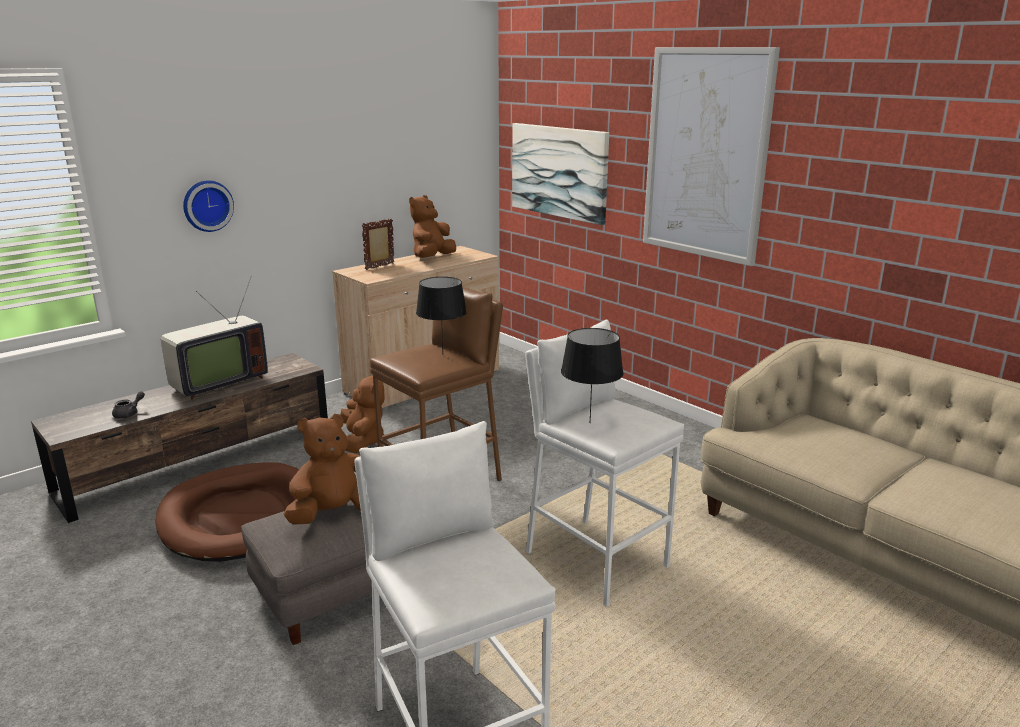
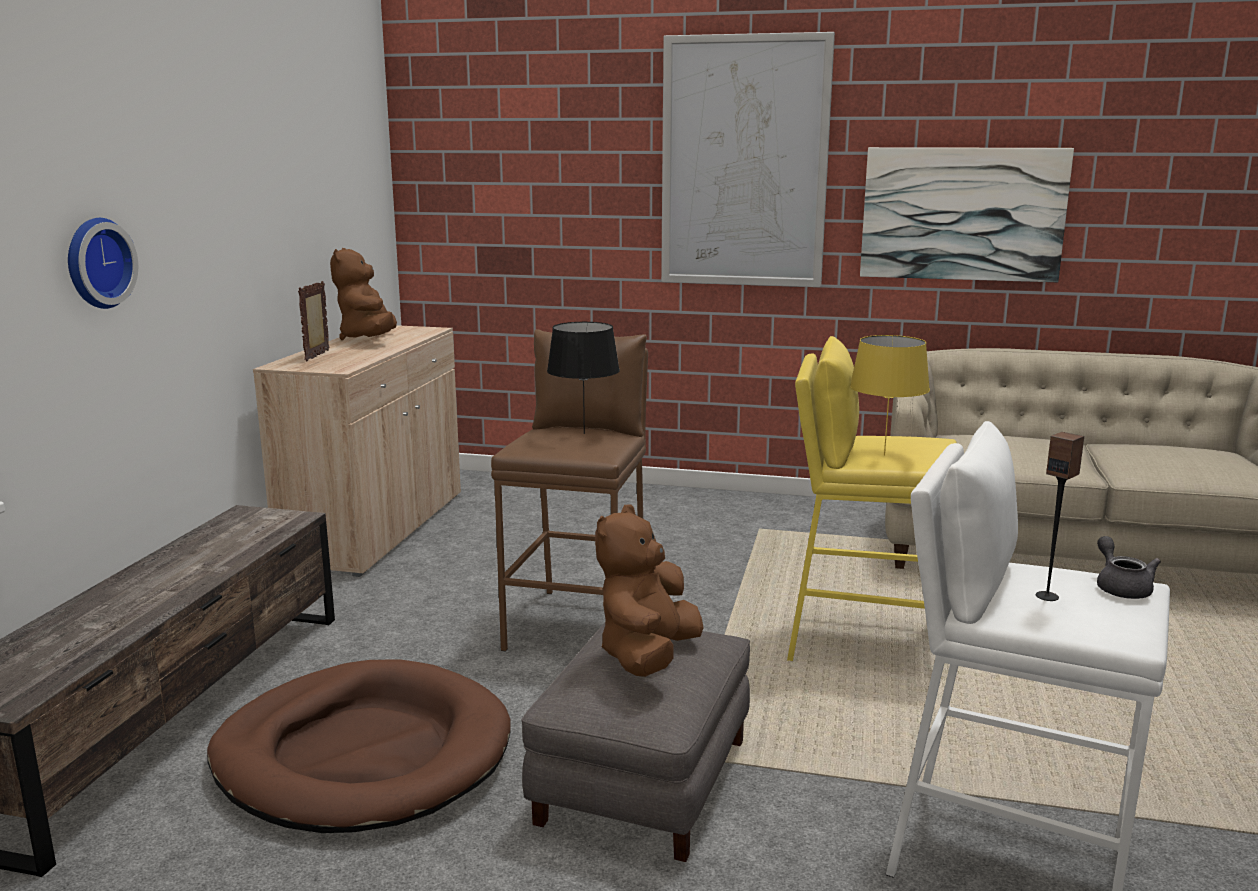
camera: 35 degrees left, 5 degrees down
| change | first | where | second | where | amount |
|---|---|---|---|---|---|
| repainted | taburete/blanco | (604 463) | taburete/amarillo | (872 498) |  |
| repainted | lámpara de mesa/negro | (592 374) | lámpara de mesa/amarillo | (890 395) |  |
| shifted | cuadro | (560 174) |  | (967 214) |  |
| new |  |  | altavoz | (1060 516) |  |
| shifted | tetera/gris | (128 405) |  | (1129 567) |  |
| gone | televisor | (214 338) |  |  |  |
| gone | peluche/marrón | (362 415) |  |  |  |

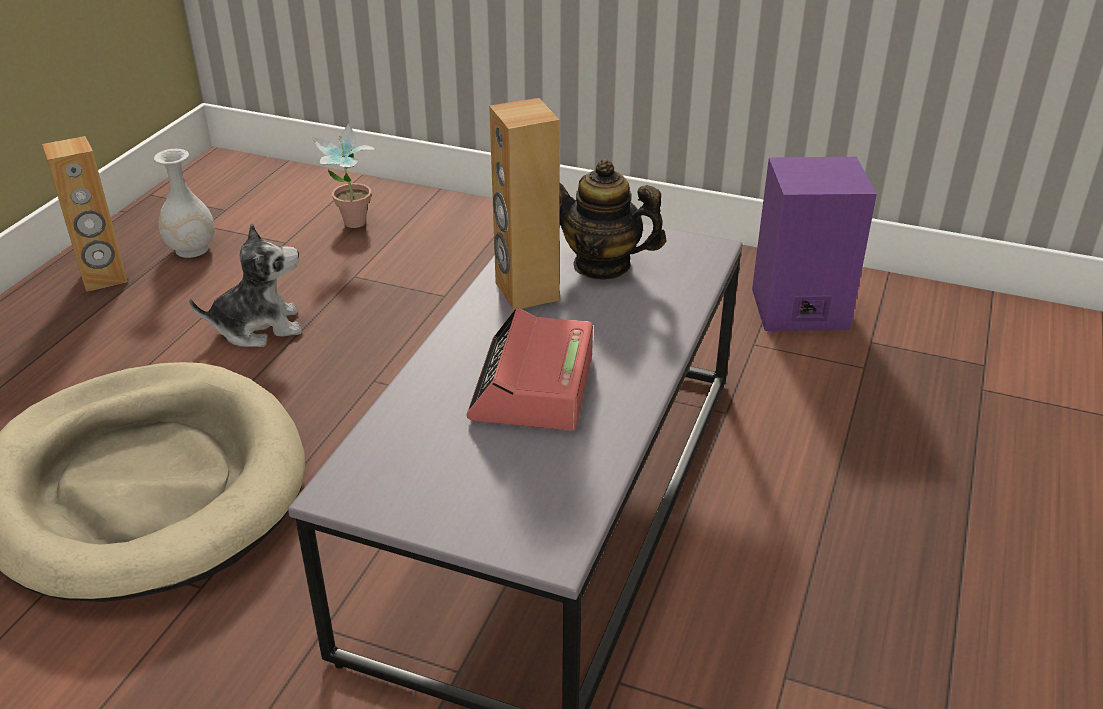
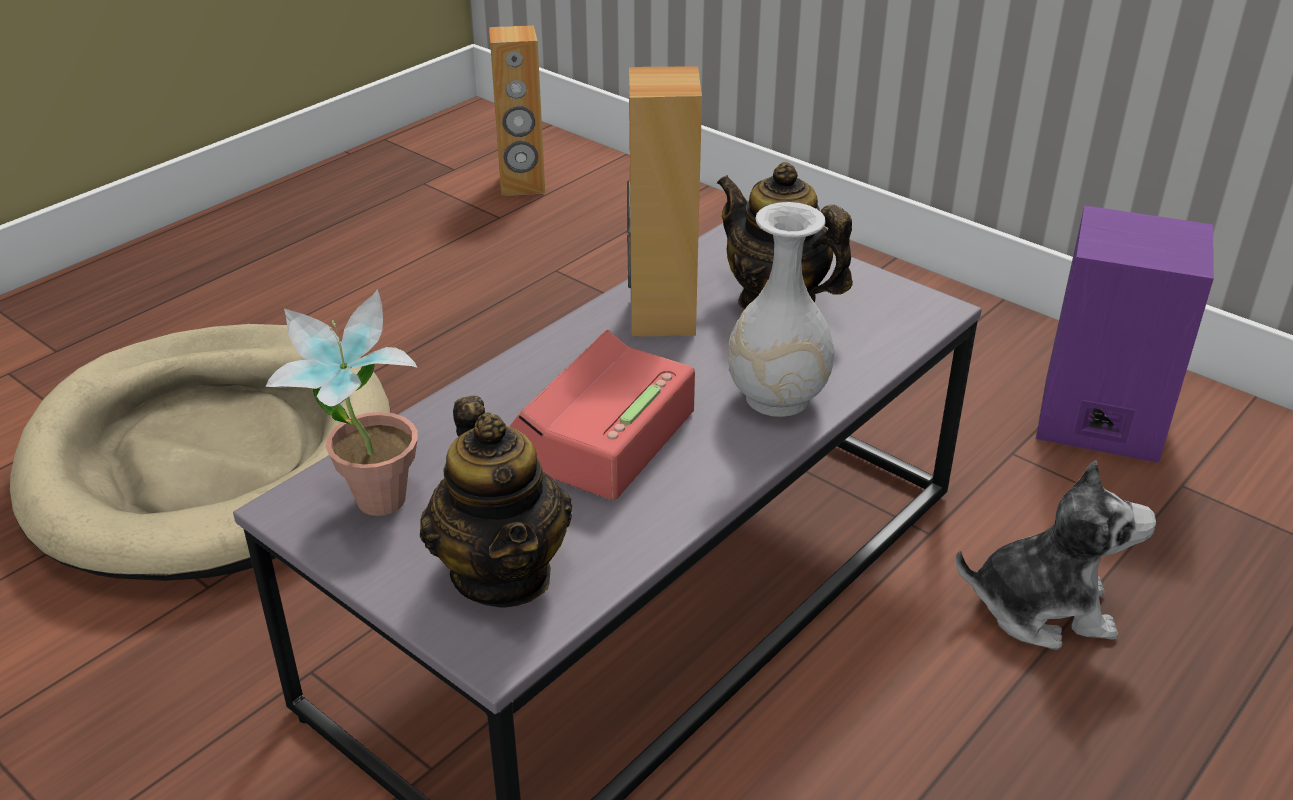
camera: 20 degrees right, 0 degrees up
| change | first | where | second | where | amount |
|---|---|---|---|---|---|
| shifted | planta en maceta | (344 176) |  | (341 402) |  |
| new |  |  | tetera | (496 502) |  |
| shifted | altavoz/marrón | (85 214) |  | (517 110) |  |
| shifted | florero/blanco | (184 203) |  | (780 309) |  |
| shifted | peluche | (245 285) |  | (1056 555) |  |

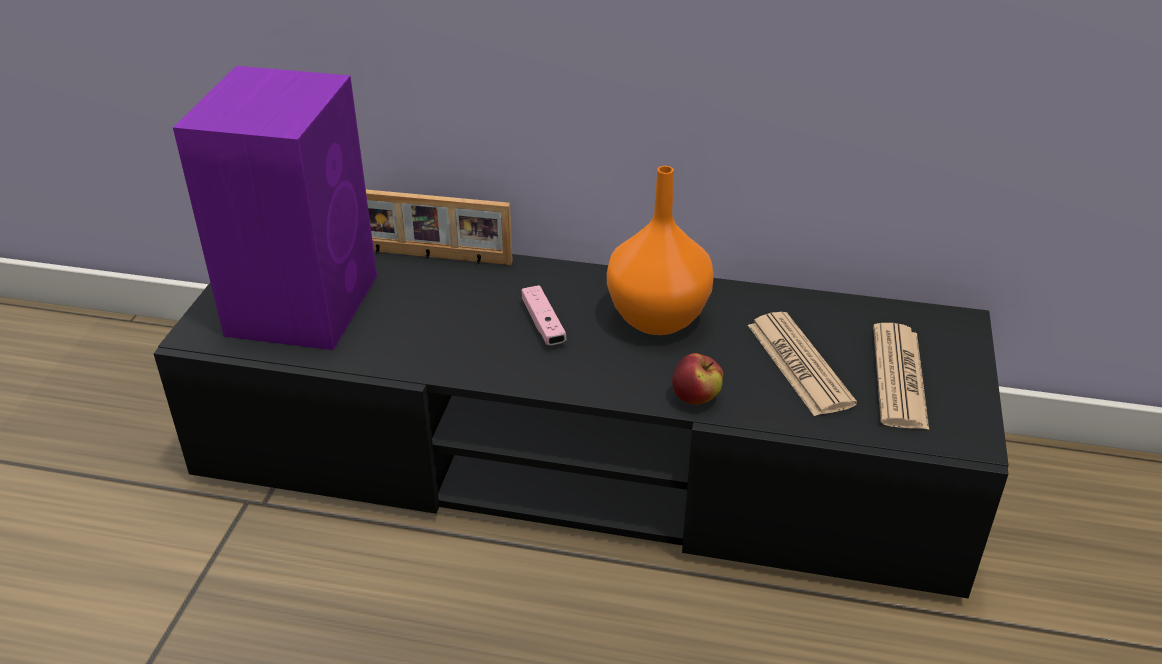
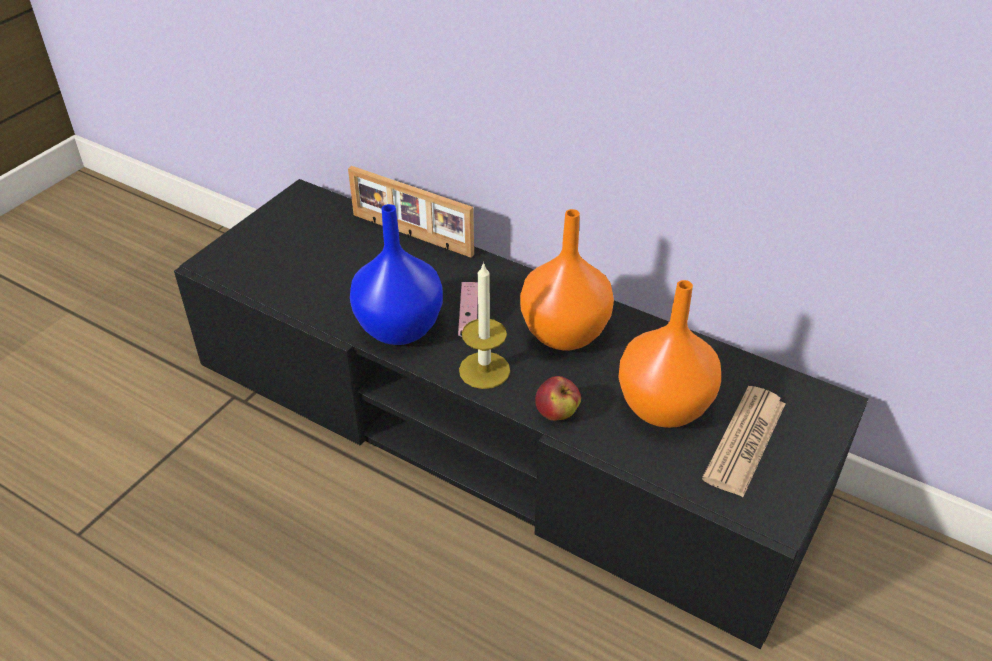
camera: 20 degrees right, 5 degrees up
| change | first | where | second | where | amount |
|---|---|---|---|---|---|
| new |  |  | florero/azul | (396 274) |  |
| new |  |  | vela | (484 325) |  |
| swapped | periódico | (802 364) | florero/naranja | (669 354) |  |
| gone | altavoz/morado | (275 208) |  |  |  |

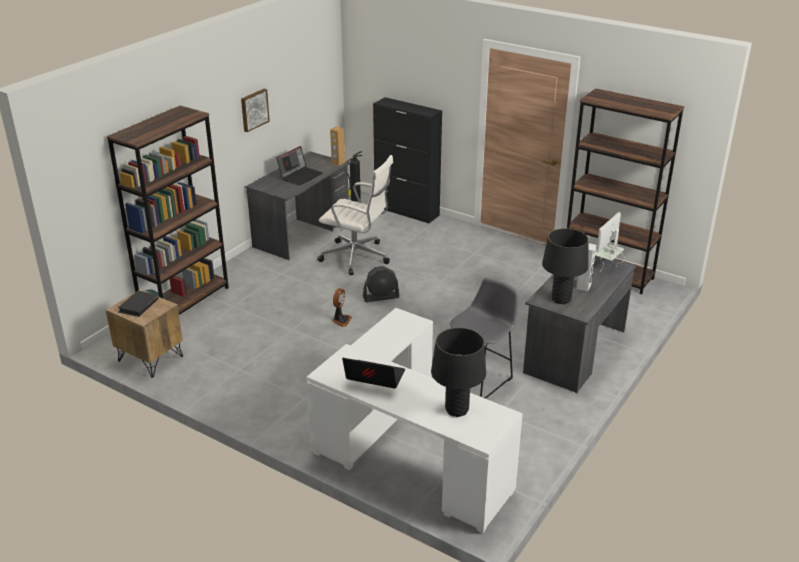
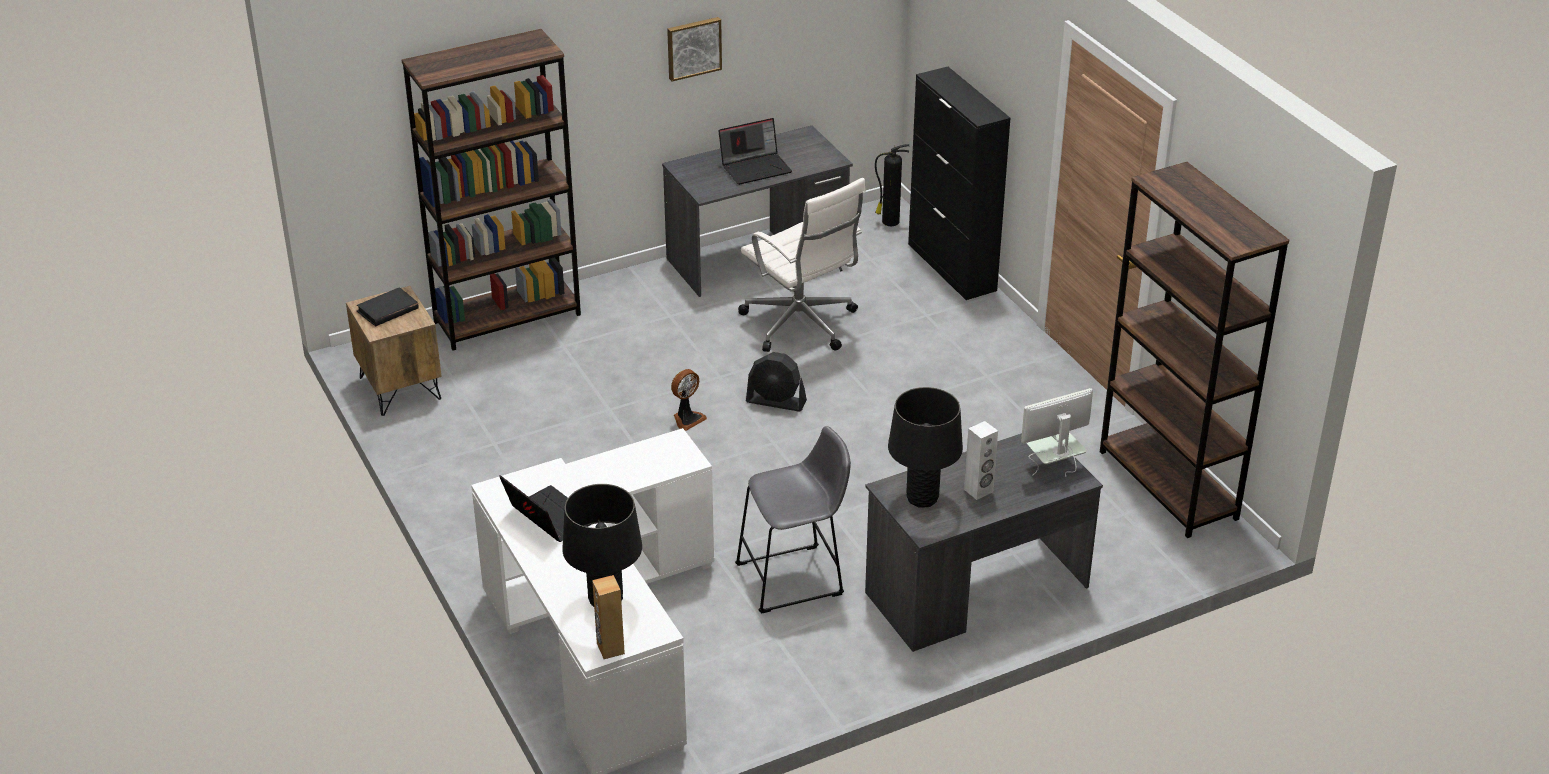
camera: 30 degrees right, 5 degrees up
| change | first | where | second | where | amount |
|---|---|---|---|---|---|
| shifted | altavoz/marrón | (337 146) |  | (608 617) |  |

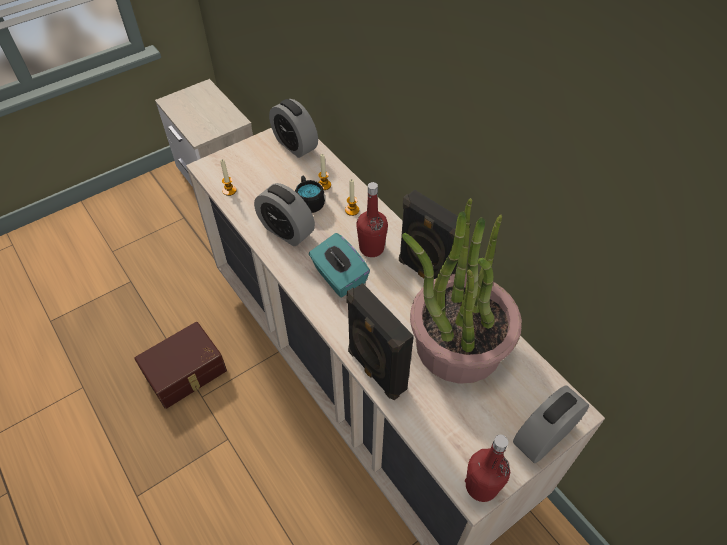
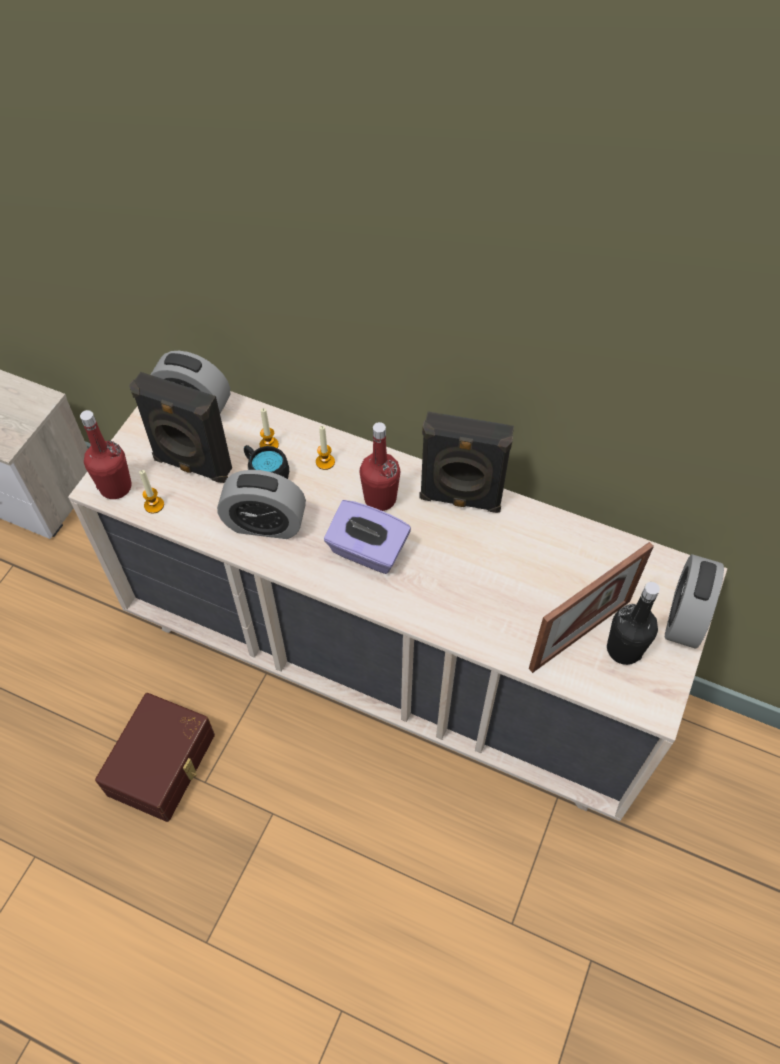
camera: 30 degrees left, 5 degrees up
| change | first | where | second | where | amount |
|---|---|---|---|---|---|
| shifted | botella/rojo | (487 468) |  | (106 454) |  |
| shifted | altavoz/negro | (380 341) |  | (180 427) |  |
| repainted | caja de pañuelos/turquesa | (339 265) | caja de pañuelos/morado | (367 537) |  |
| new |  |  | portarretratos | (591 607) |  |
| new |  |  | botella/negro | (633 623) |  |
| gone | planta en maceta | (462 291) |  |  |  |

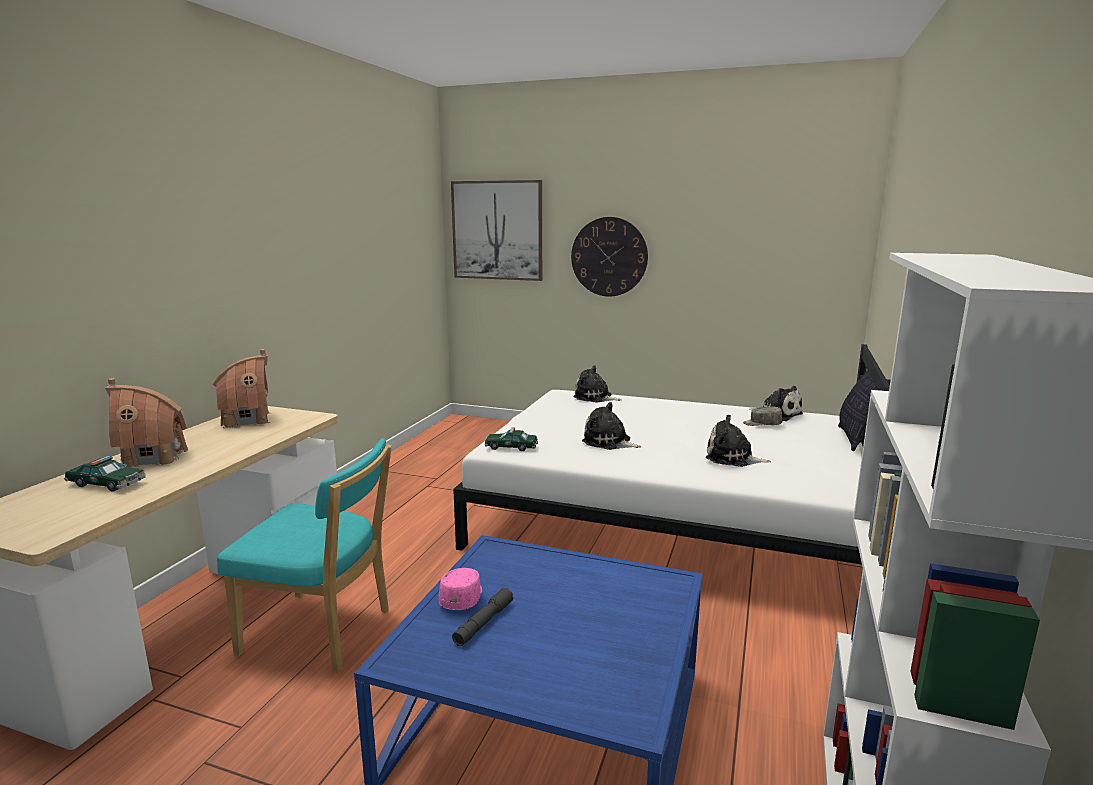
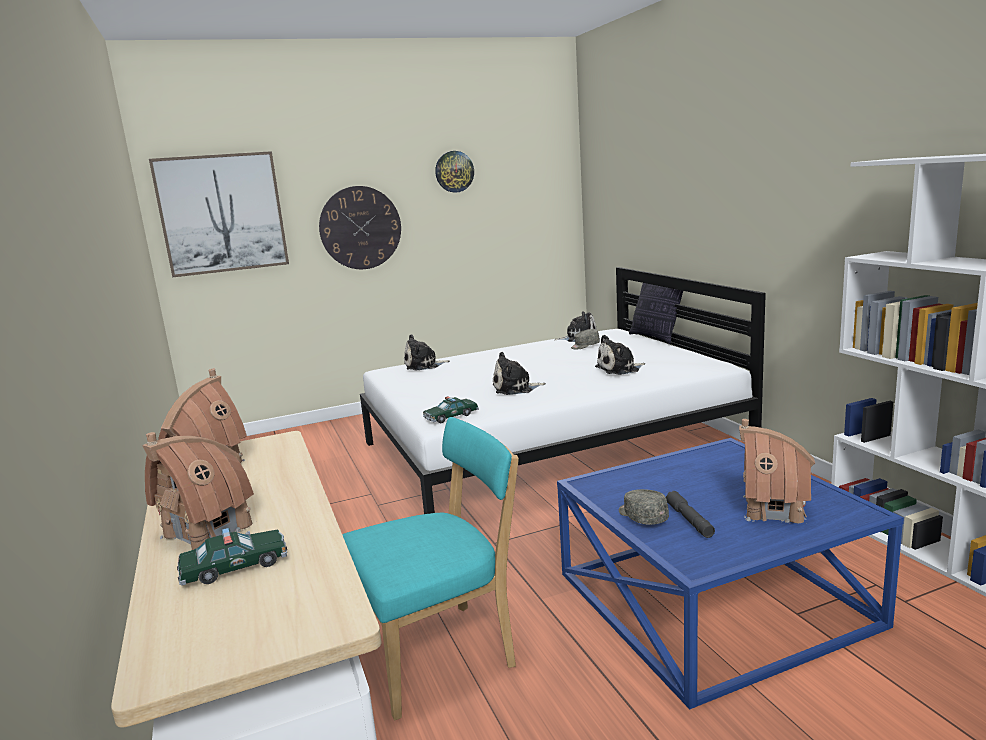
camera: 40 degrees left, 0 degrees up
| change | first | where | second | where | amount |
|---|---|---|---|---|---|
| new |  |  | reloj de pared | (454 172) |  |
| repainted | gorra/rosa | (460 589) | gorra/gris | (644 507) |  |
| new |  |  | casita | (777 471) |  |

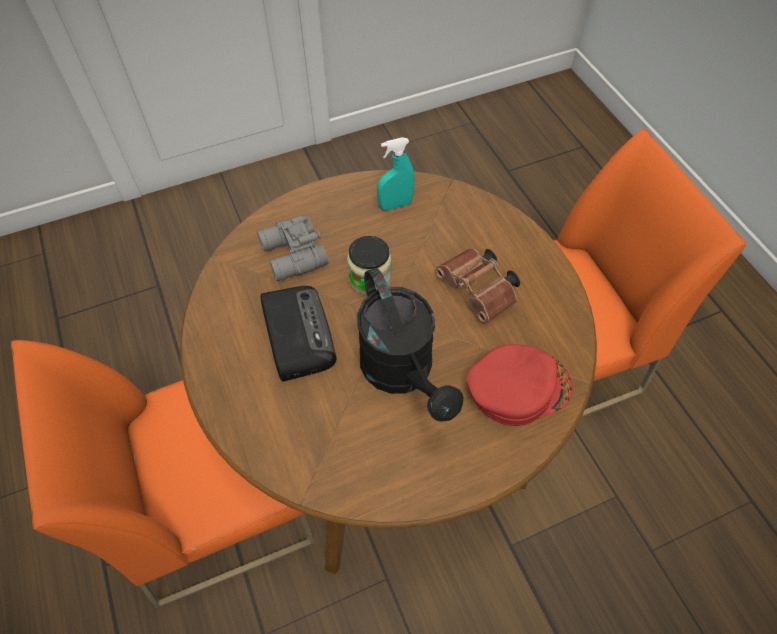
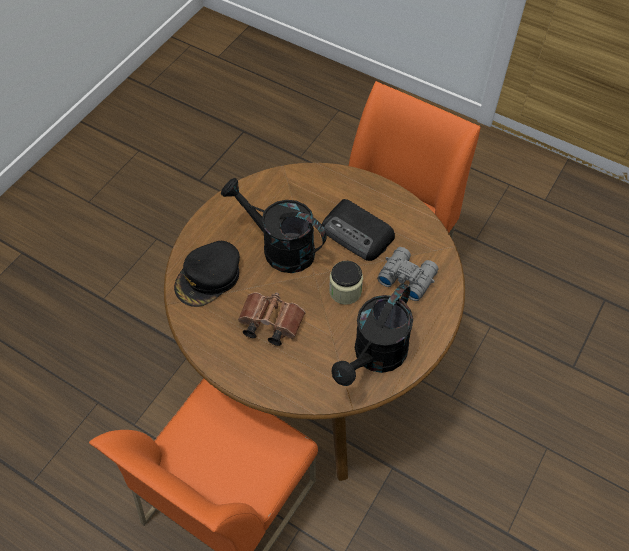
camera: 145 degrees right, 0 degrees up
| change | first | where | second | where | amount |
|---|---|---|---|---|---|
| repainted | gorra/rojo | (520 385) | gorra/negro | (207 274) |  |
| swapped | pulverizador/turquesa | (396 174) | regadera/negro | (372 334) |  |

